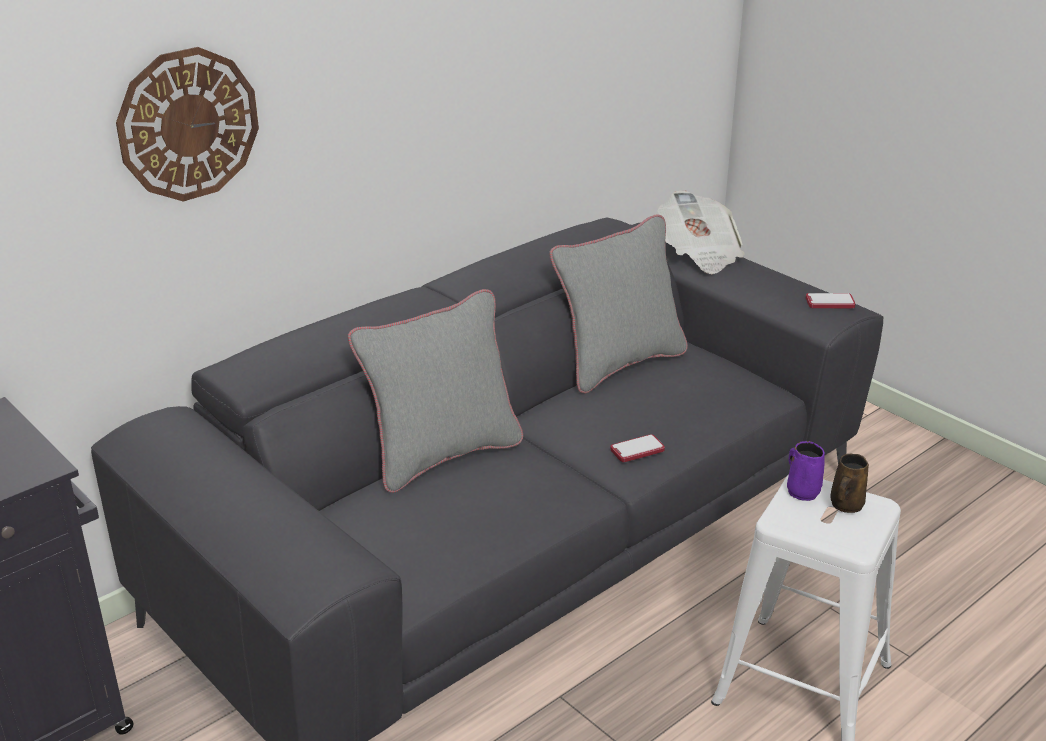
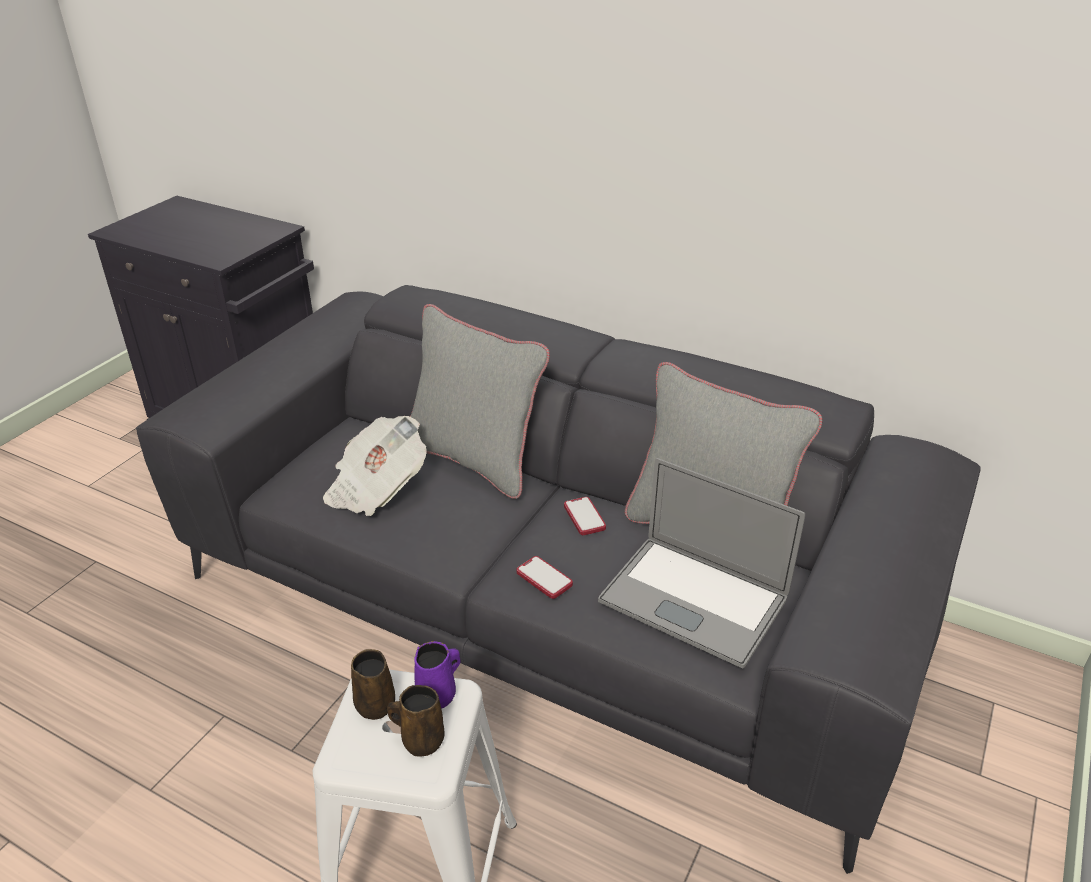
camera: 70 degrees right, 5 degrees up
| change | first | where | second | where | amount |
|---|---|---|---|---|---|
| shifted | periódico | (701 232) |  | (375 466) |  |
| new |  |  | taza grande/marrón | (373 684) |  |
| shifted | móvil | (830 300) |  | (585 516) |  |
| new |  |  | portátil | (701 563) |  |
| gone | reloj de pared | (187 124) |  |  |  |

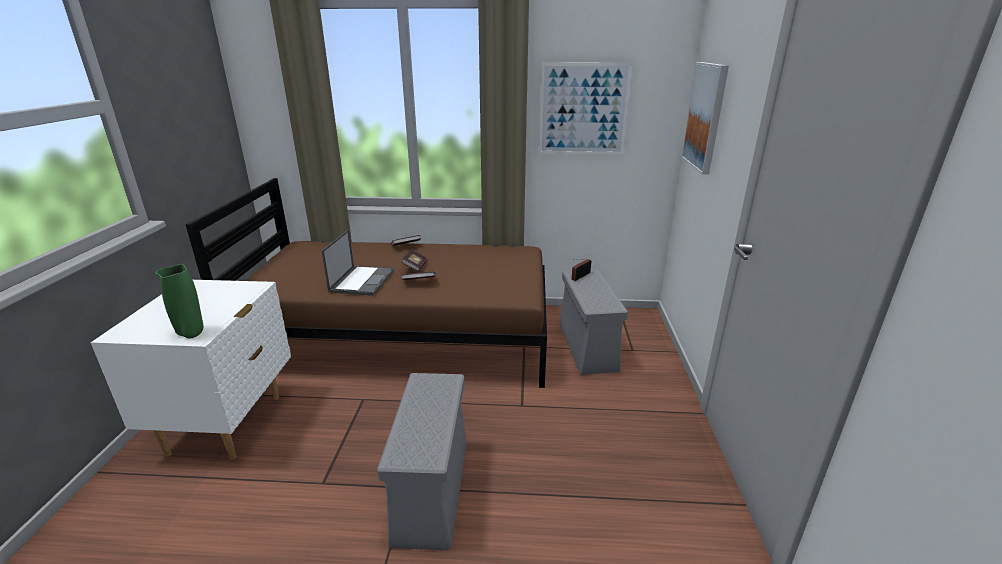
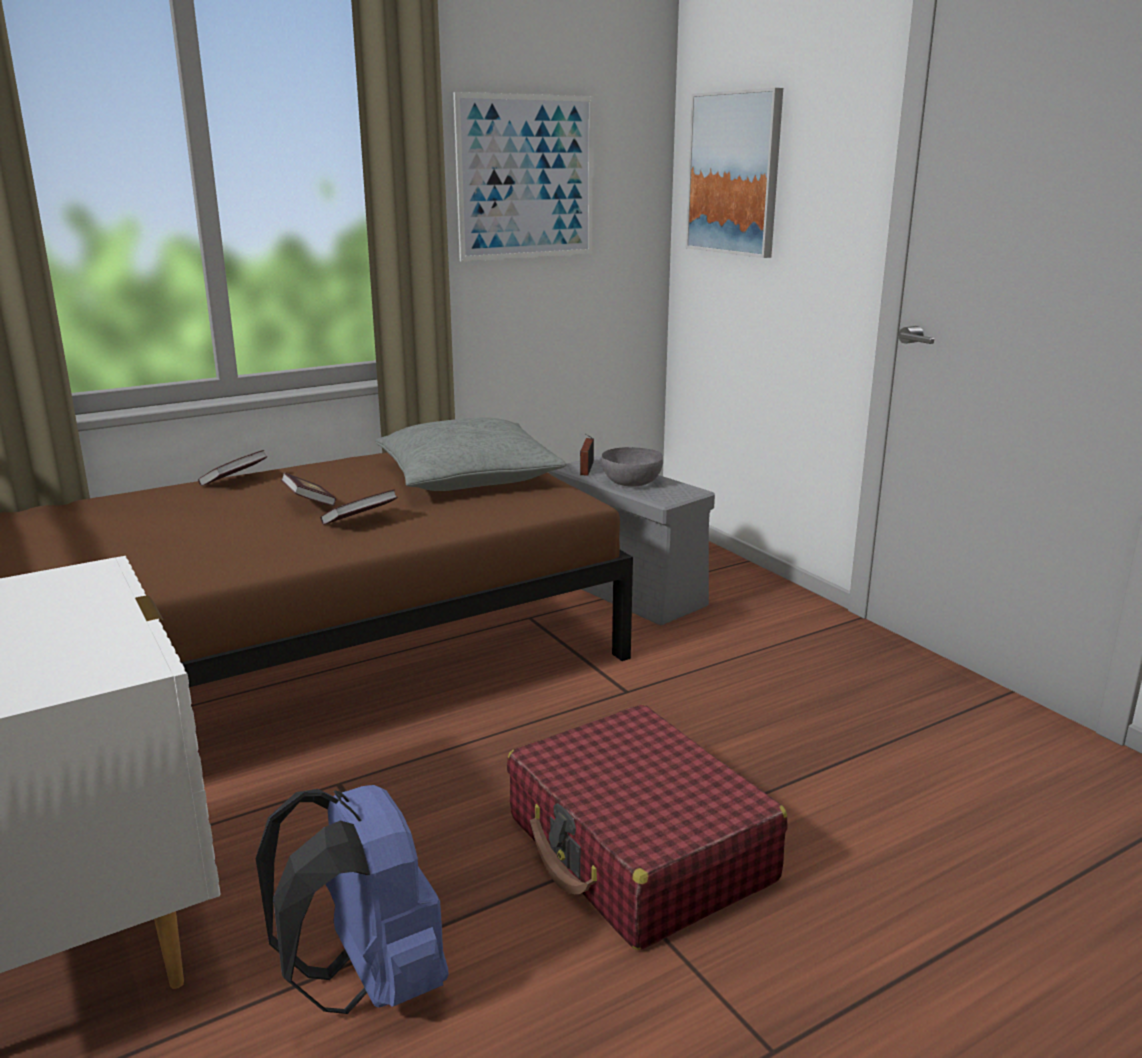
camera: 35 degrees left, 5 degrees down
| change | first | where | second | where | amount |
|---|---|---|---|---|---|
| new |  |  | mochila/azul | (352 899) |  |
| new |  |  | cojín/gris | (470 454) |  |
| swapped | caja de almacenaje/gris | (422 461) | maleta/rojo | (647 827) |  |
| new |  |  | cuenco/gris | (632 467) |  |
| gone | florero/verde | (179 301) |  |  |  |
| gone | portátil | (358 262) |  |  |  |

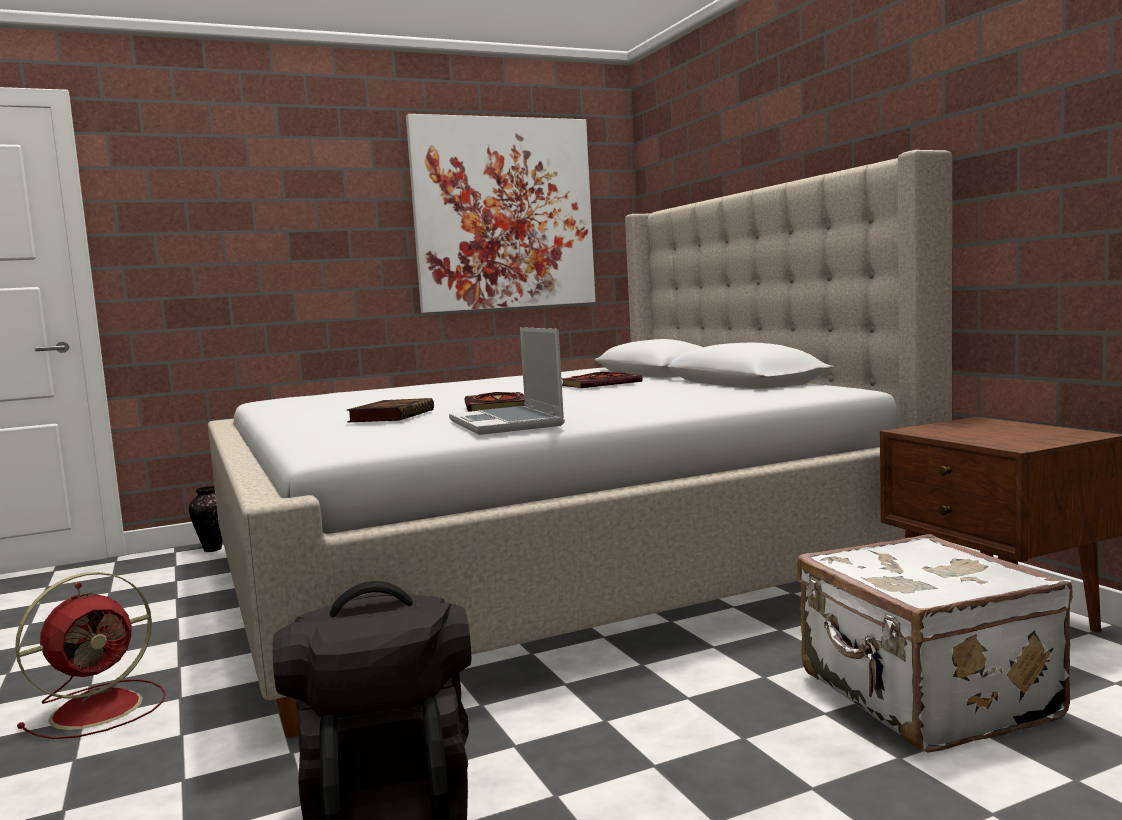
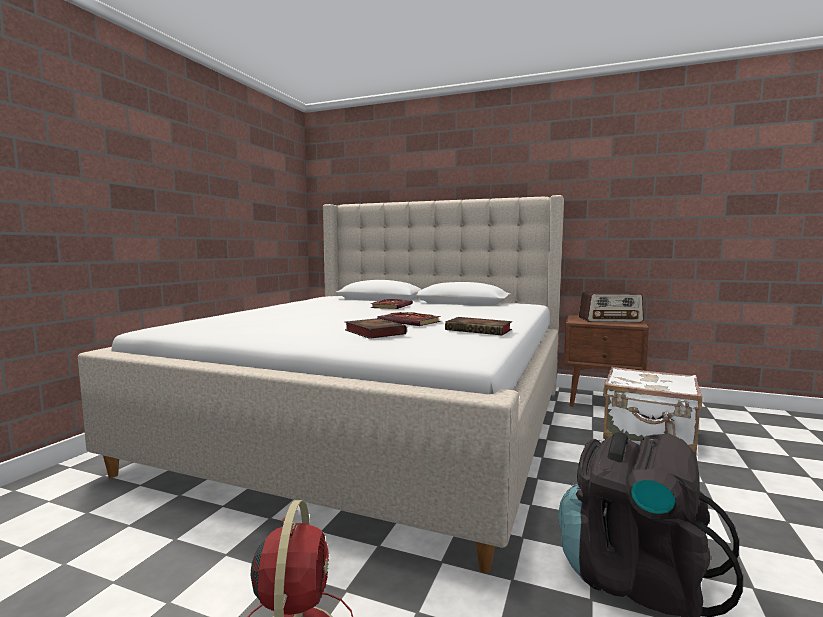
camera: 45 degrees left, 0 degrees up
| change | first | where | second | where | amount |
|---|---|---|---|---|---|
| swapped | portátil | (507 381) | libro | (478 326) |  |
| new |  |  | radio | (611 307) |  |
| gone | florero | (206 519) |  |  |  |
| gone | cuadro | (501 213) |  |  |  |

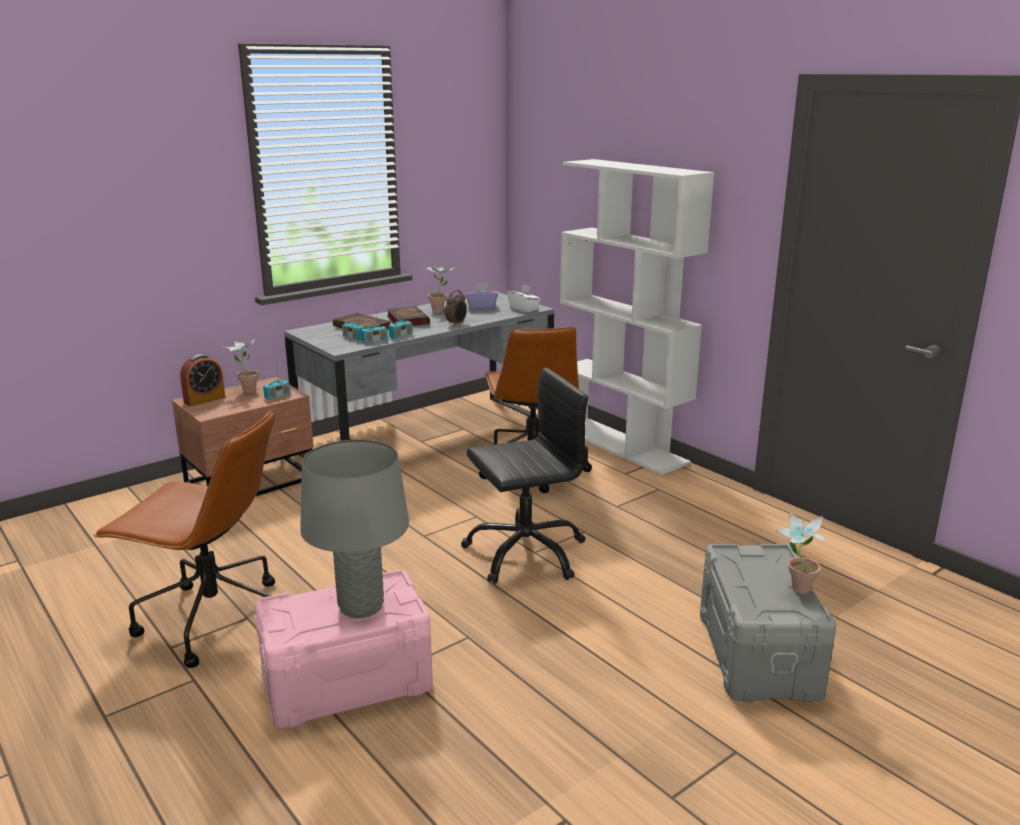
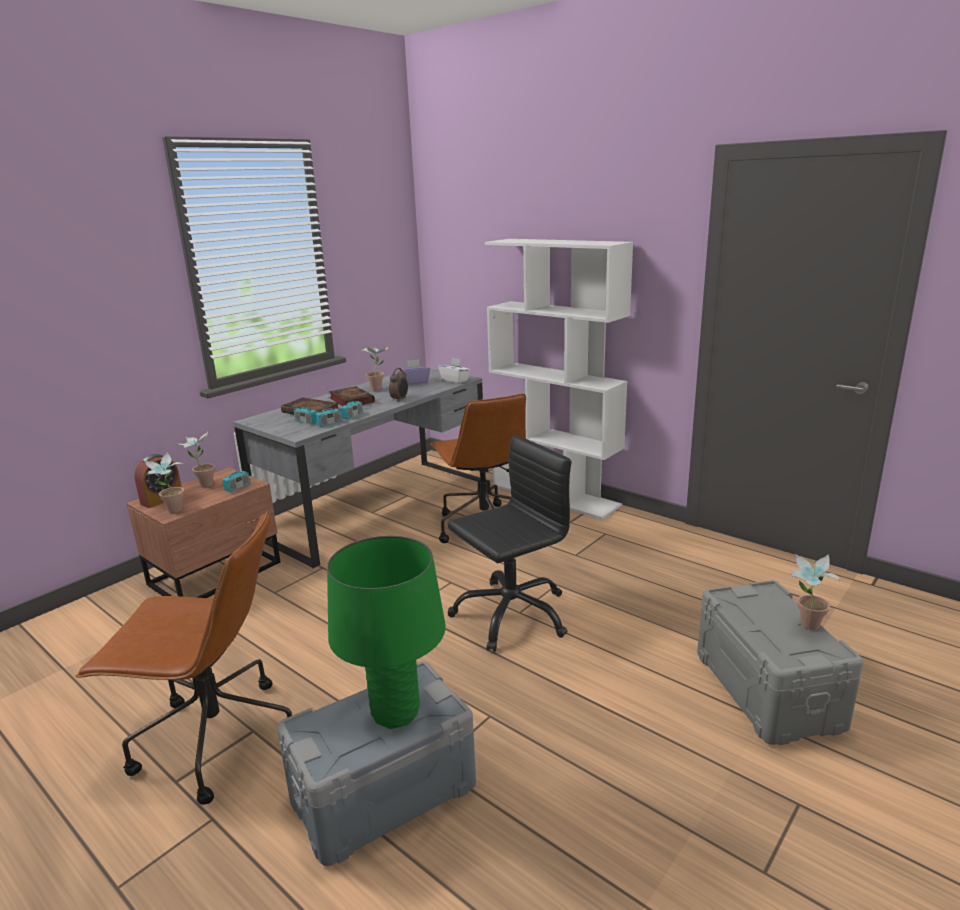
camera: 10 degrees left, 0 degrees up
| change | first | where | second | where | amount |
|---|---|---|---|---|---|
| new |  |  | planta en maceta | (164 482) |  |
| repainted | caja de almacenaje/rosa | (343 649) | caja de almacenaje/gris | (376 764) |  |
| repainted | lámpara de mesa/gris | (354 529) | lámpara de mesa/verde | (386 632) |  |

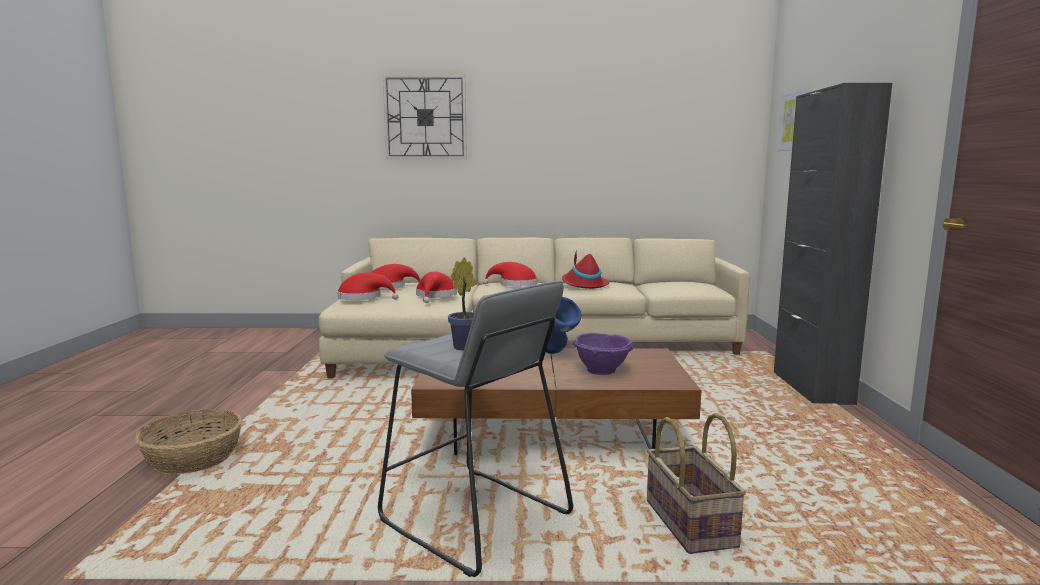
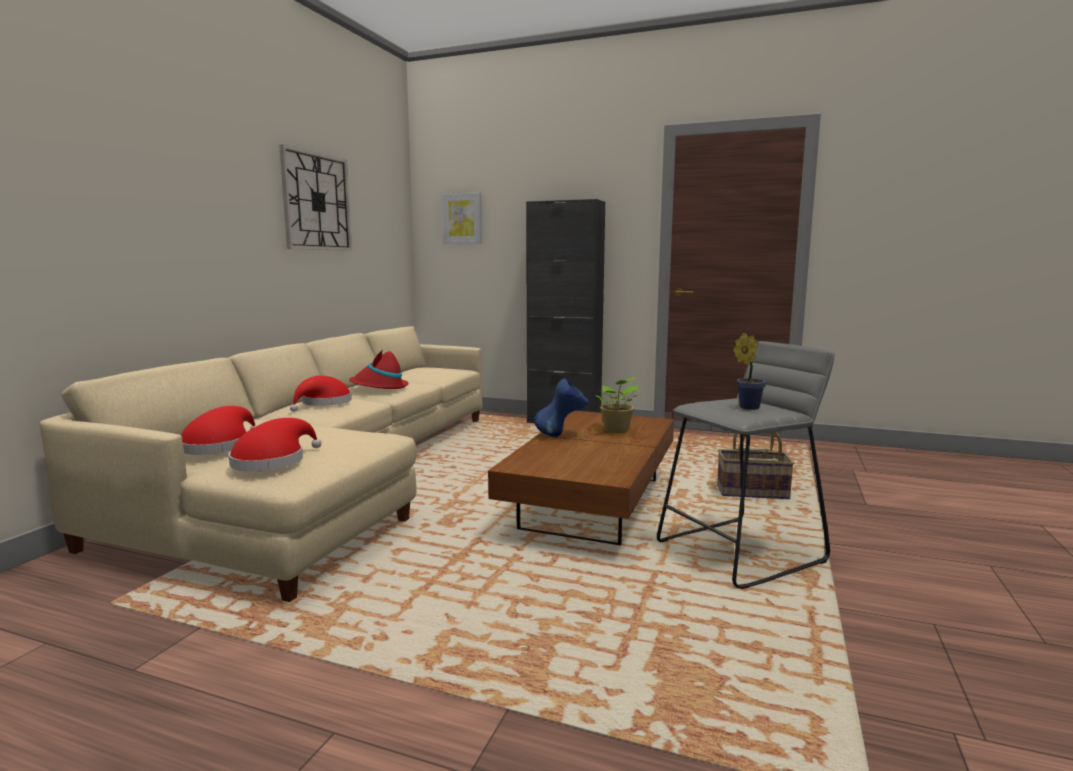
camera: 70 degrees left, 0 degrees up
| change | first | where | second | where | amount |
|---|---|---|---|---|---|
| shifted | reloj de pared | (425 117) |  | (315 197) |  |
| swapped | cuenco/morado | (603 354) | planta en maceta | (618 405) |  |
| gone | cesta | (188 442) |  |  |  |
| gone | sombrero/rojo | (436 287) |  |  |  |

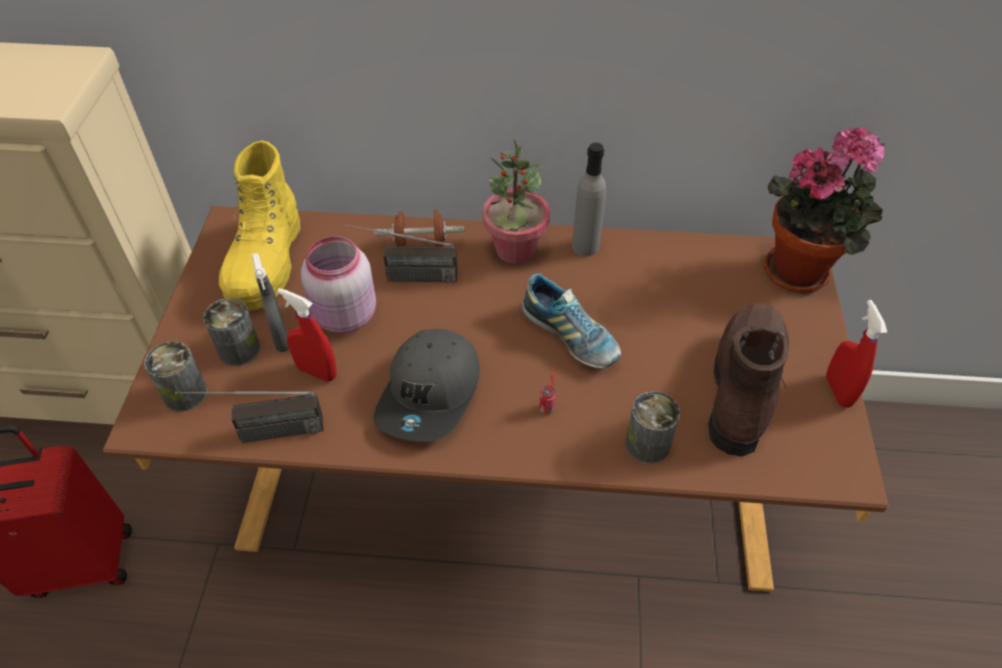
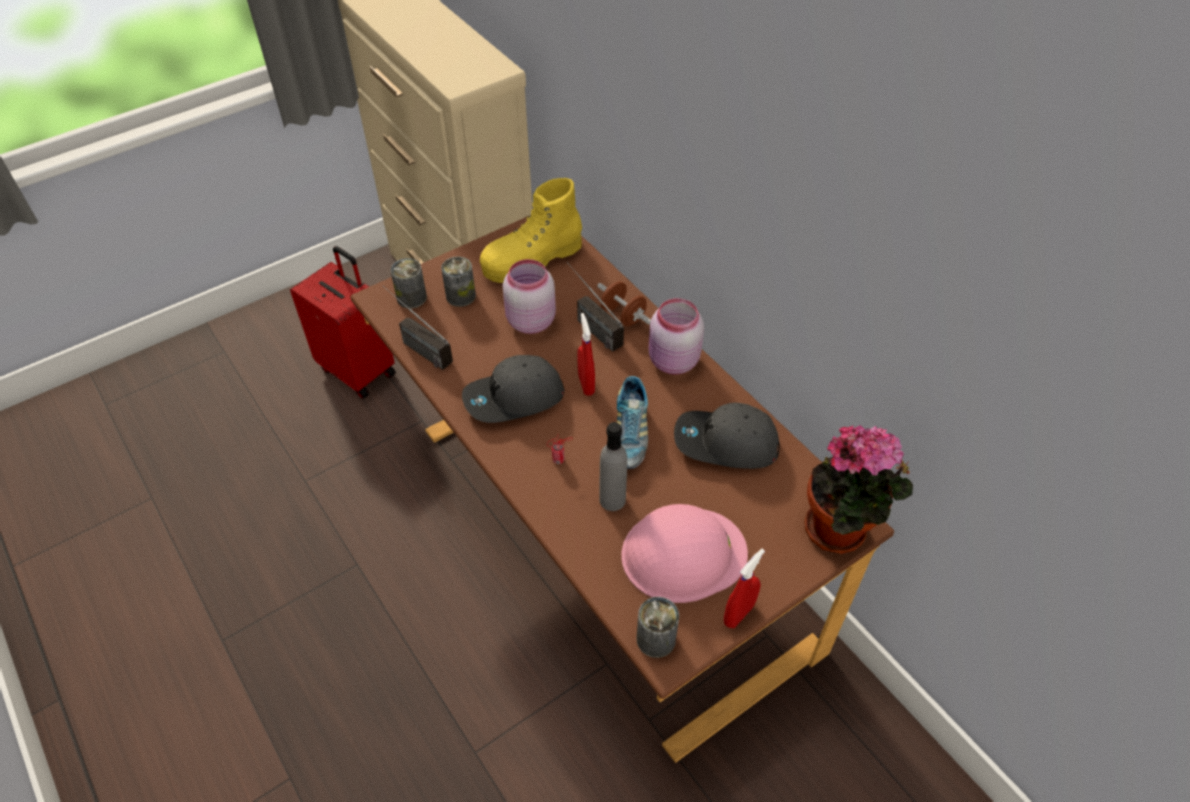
camera: 50 degrees right, 0 degrees up
| change | first | where | second | where | amount |
|---|---|---|---|---|---|
| shifted | pulverizador/rojo | (307 335) |  | (586 354) |  |
| shifted | botella/gris | (589 199) |  | (613 466) |  |
| swapped | bota/marrón | (748 379) | casco/rosa | (684 553) |  |
| shifted | lata | (652 427) |  | (657 627) |  |
| swapped | planta en maceta | (516 200) | tarro/rosa | (676 336) |  |
| new |  |  | gorra/gris | (727 436) |  |
| gone | pulverizador/gris | (270 302) |  |  |  |

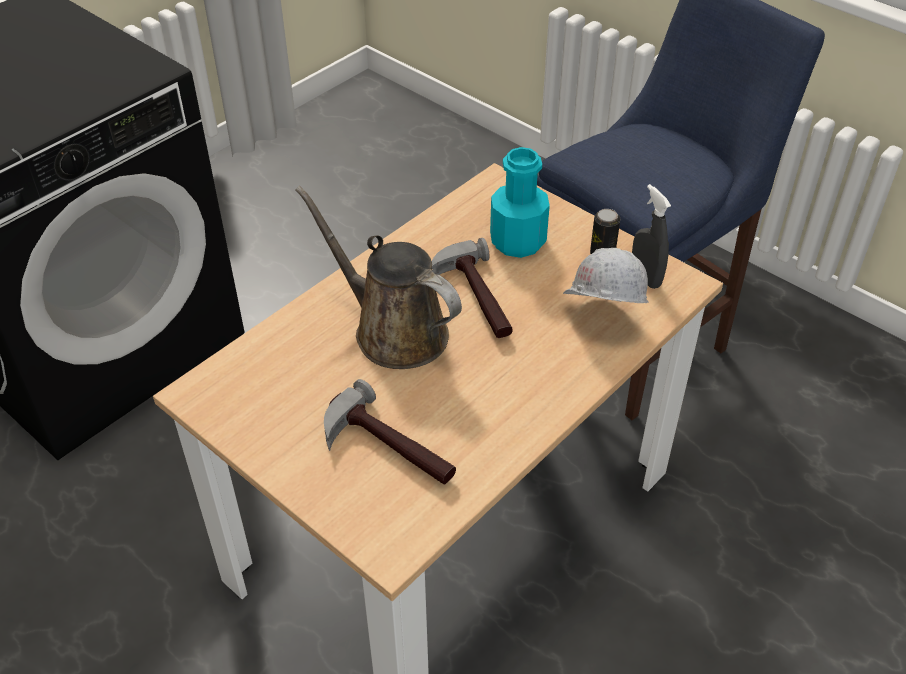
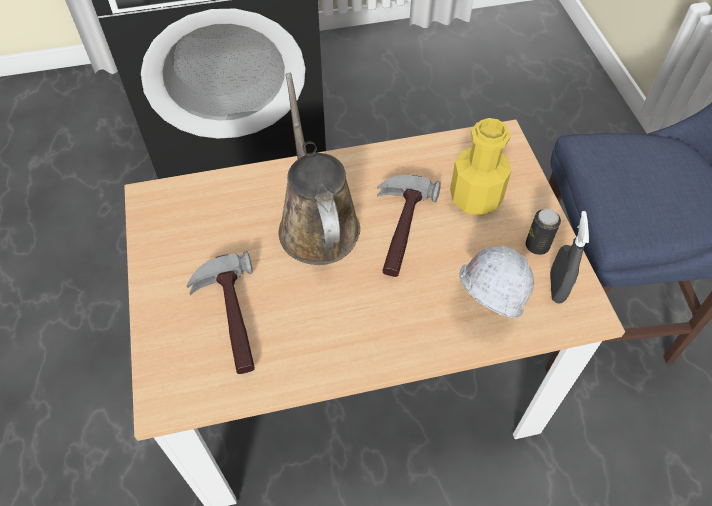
camera: 35 degrees right, 10 degrees up
| change | first | where | second | where | amount |
|---|---|---|---|---|---|
| repainted | botella/turquesa | (520 202) | botella/amarillo | (481 167) |  |

